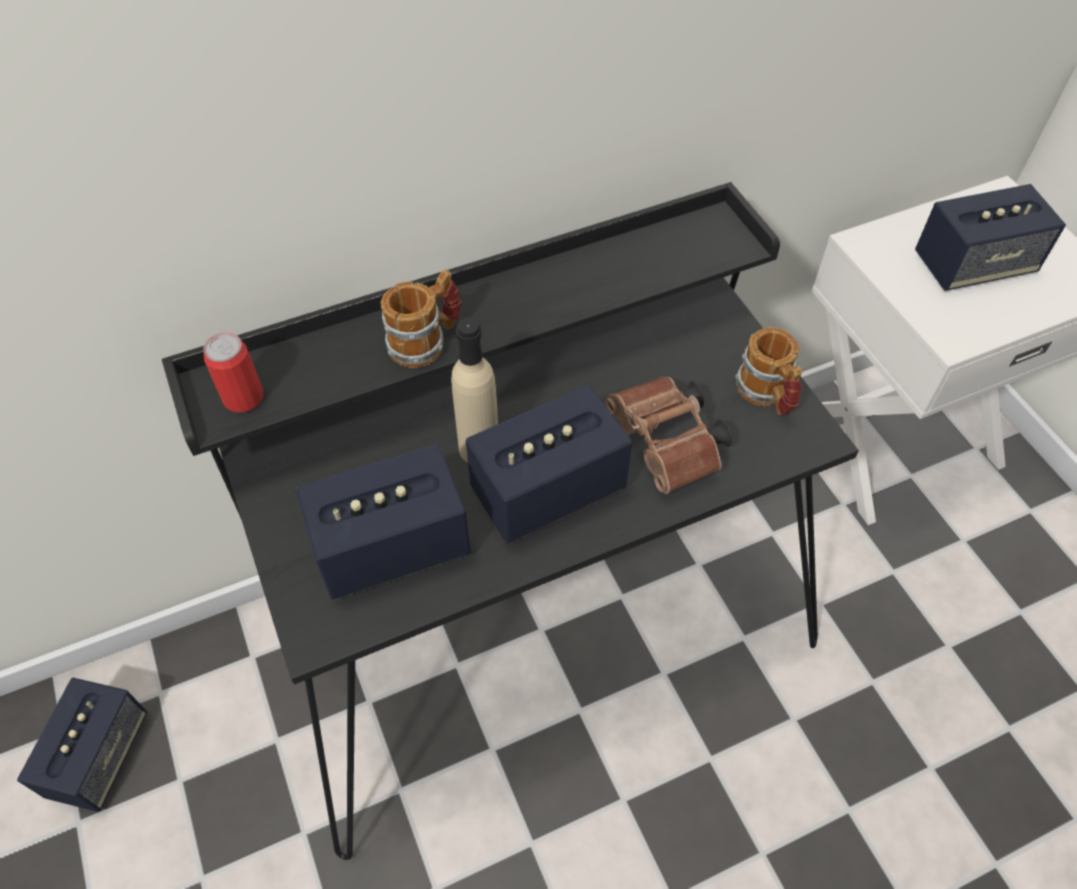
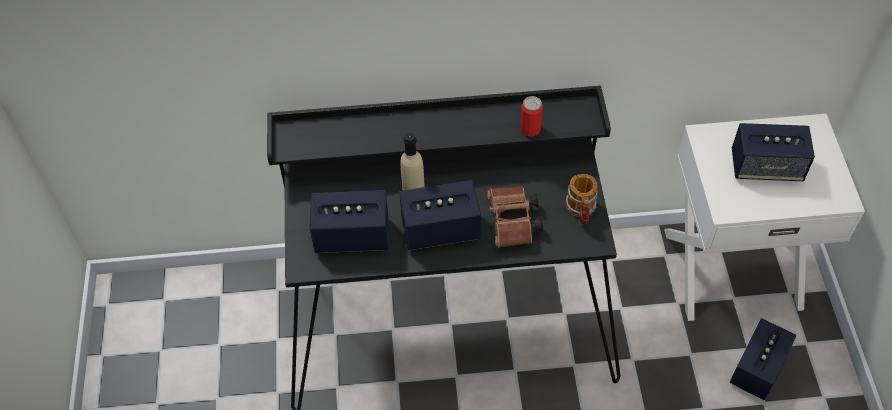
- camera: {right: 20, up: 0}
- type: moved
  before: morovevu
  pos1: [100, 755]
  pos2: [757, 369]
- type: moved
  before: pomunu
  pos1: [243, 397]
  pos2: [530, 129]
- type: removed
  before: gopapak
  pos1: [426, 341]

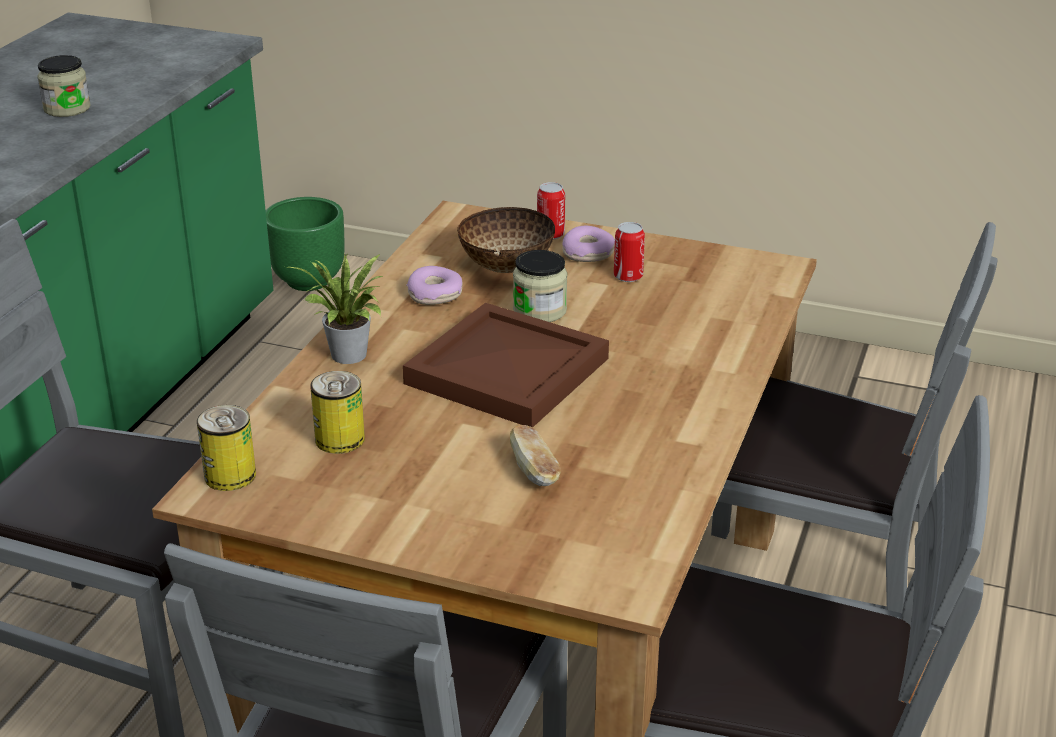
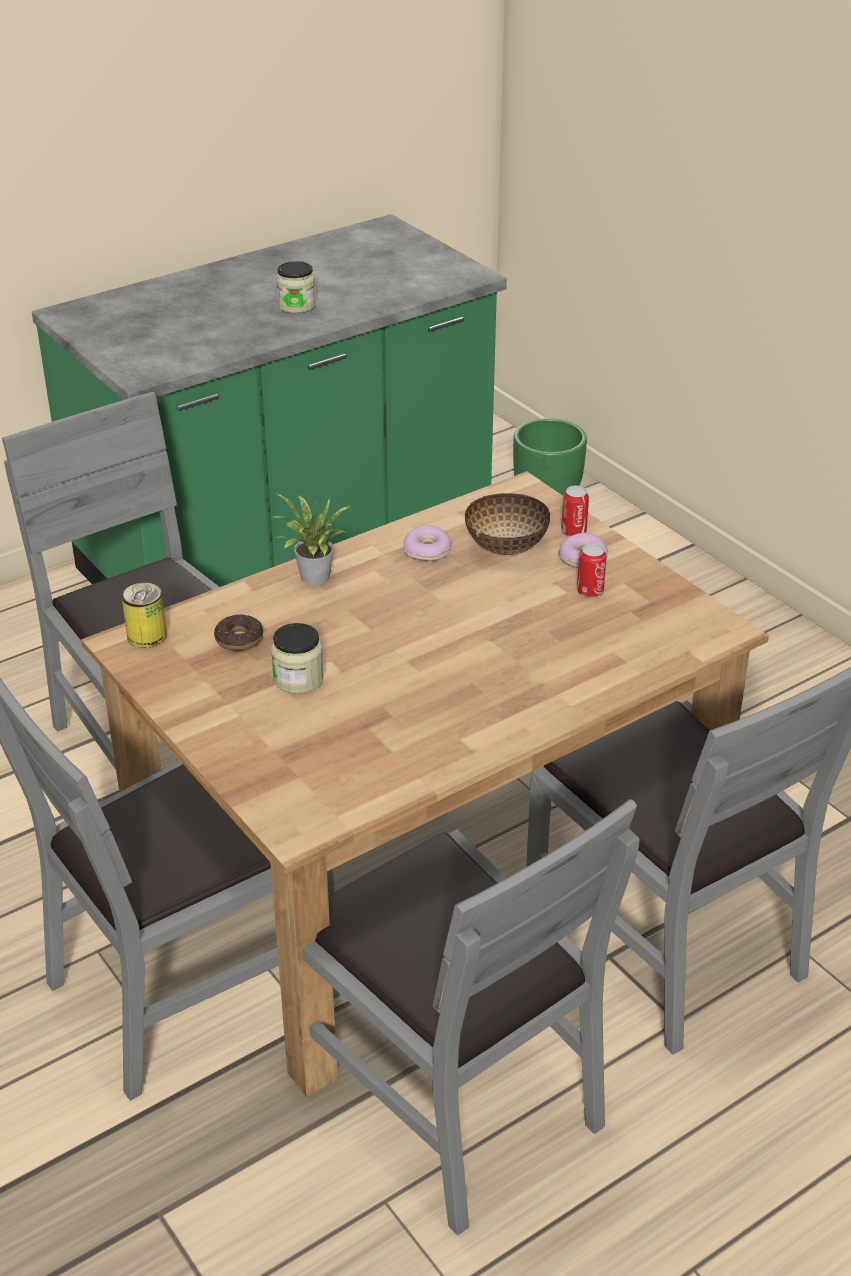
- camera: {right: 35, up: 5}
- type: replaced
  before: pomunu
  after: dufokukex
  pos1: [340, 439]
  pos2: [239, 639]
- type: removed
  before: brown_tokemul
  pos1: [504, 371]
- type: removed
  before: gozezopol
  pos1: [534, 470]
- type: moved
  before: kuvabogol
  pos1: [540, 311]
  pos2: [298, 679]

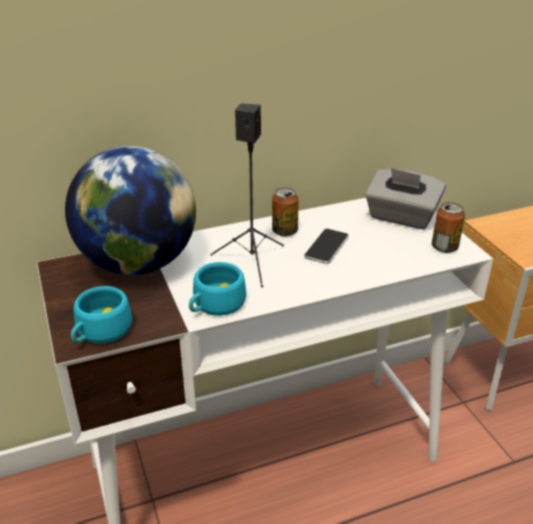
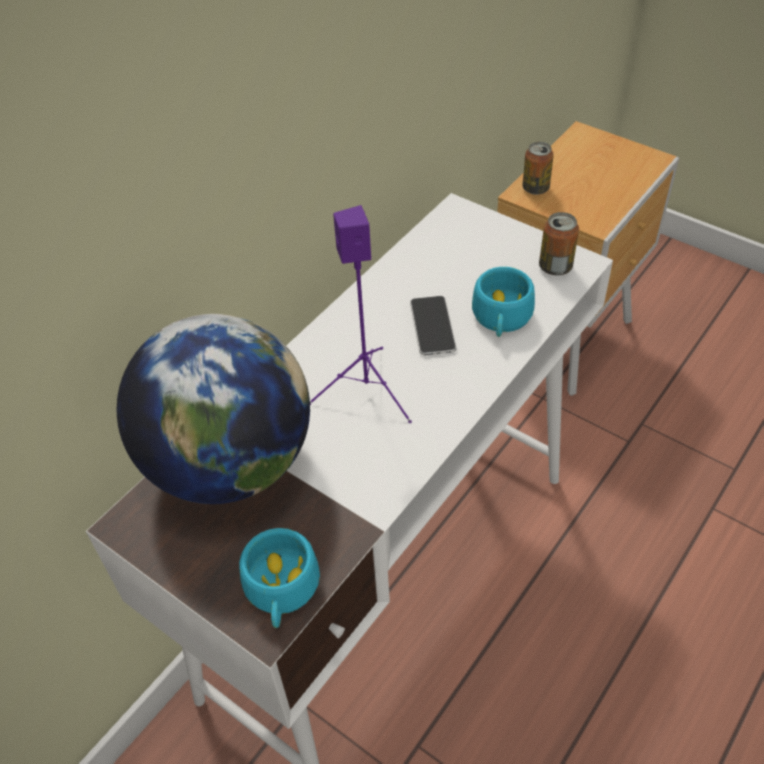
- camera: {right: -30, up: 15}
- type: moved
  before: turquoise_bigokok
  pos1: [215, 305]
  pos2: [501, 319]
- type: recoloured
  before: black_morovevu
  after: purple_morovevu
  pos1: [252, 261]
  pos2: [366, 389]
- type: moved
  before: pomunu
  pos1: [284, 231]
  pos2: [535, 188]
- type: removed
  before: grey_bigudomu
  pos1: [401, 217]

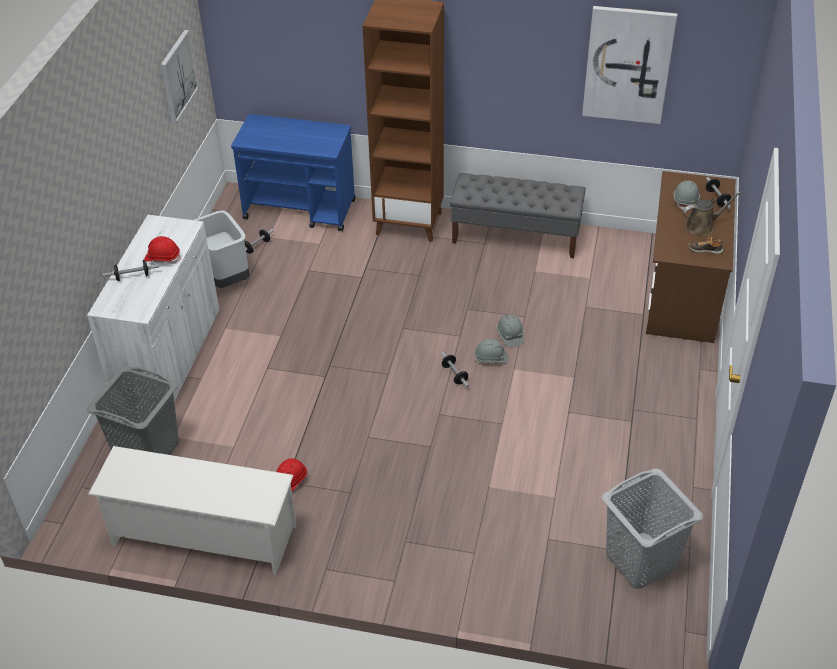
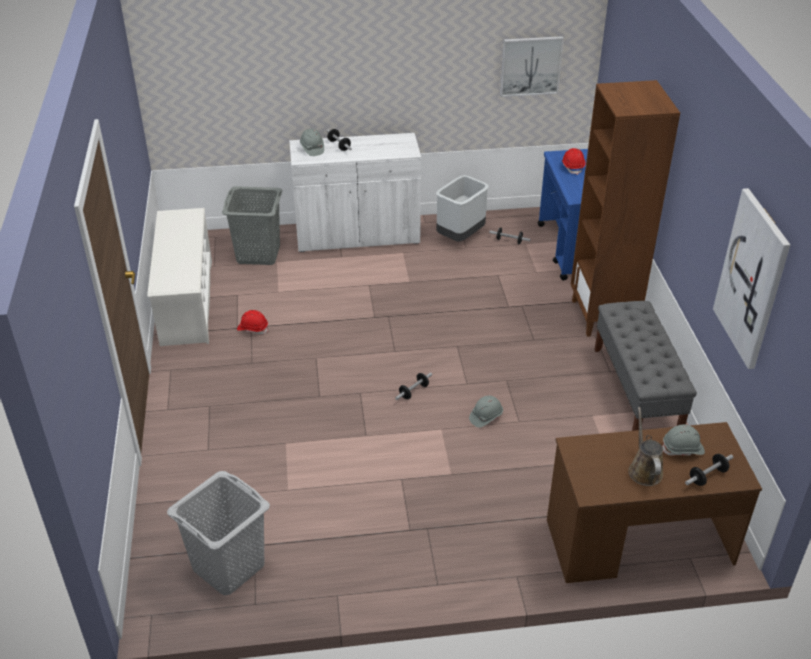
- camera: {right: 70, up: -5}
- type: moved
  before: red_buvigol
  pos1: [163, 258]
  pos2: [572, 167]
- type: moved
  before: grey_buvigol
  pos1: [491, 358]
  pos2: [312, 149]
- type: turned
  before: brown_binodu
  pos1: [702, 226]
  pos2: [644, 470]
  turn: -150
- type: removed
  before: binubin
  pos1: [705, 249]

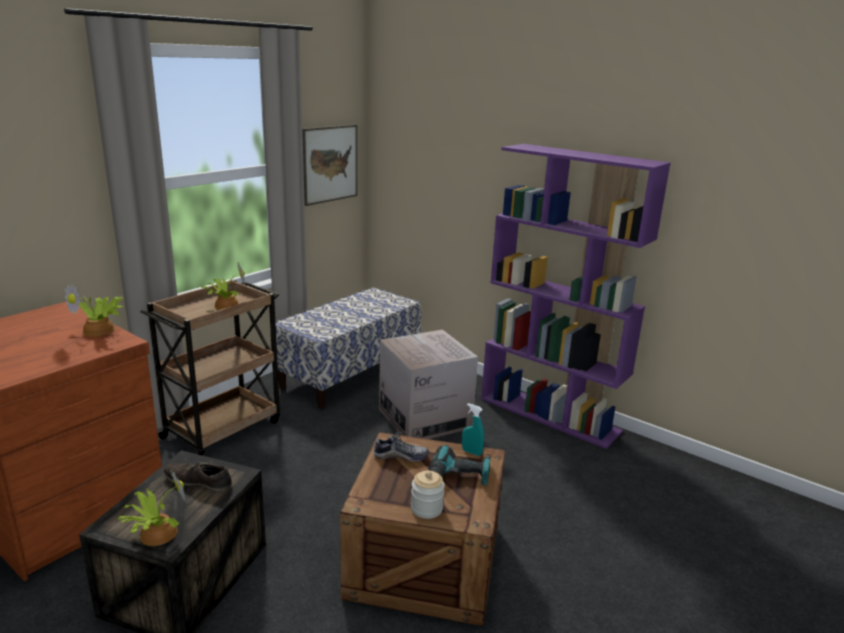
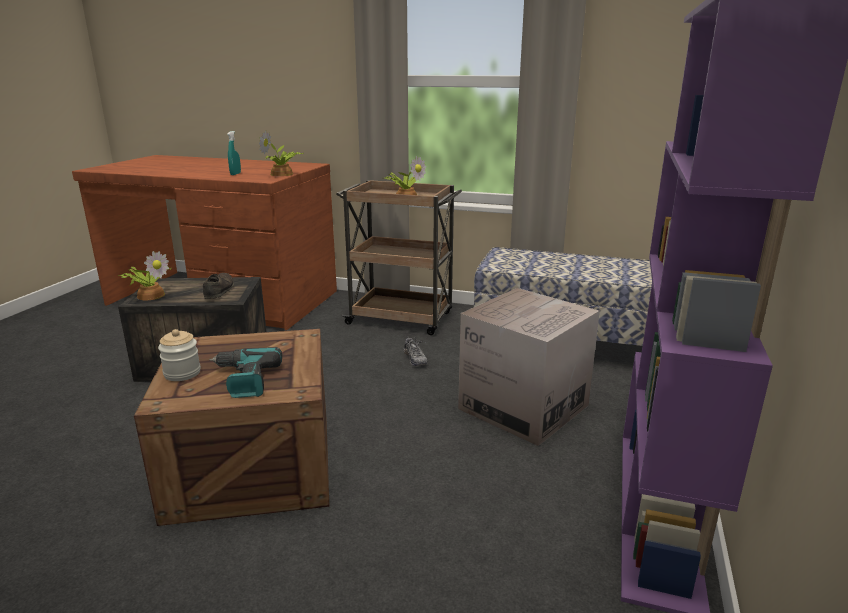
- camera: {right: 70, up: 0}
- type: removed
  before: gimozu
  pos1: [330, 164]
- type: moved
  before: binubin
  pos1: [400, 456]
  pos2: [415, 359]
- type: moved
  before: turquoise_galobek
  pos1: [471, 452]
  pos2: [235, 174]

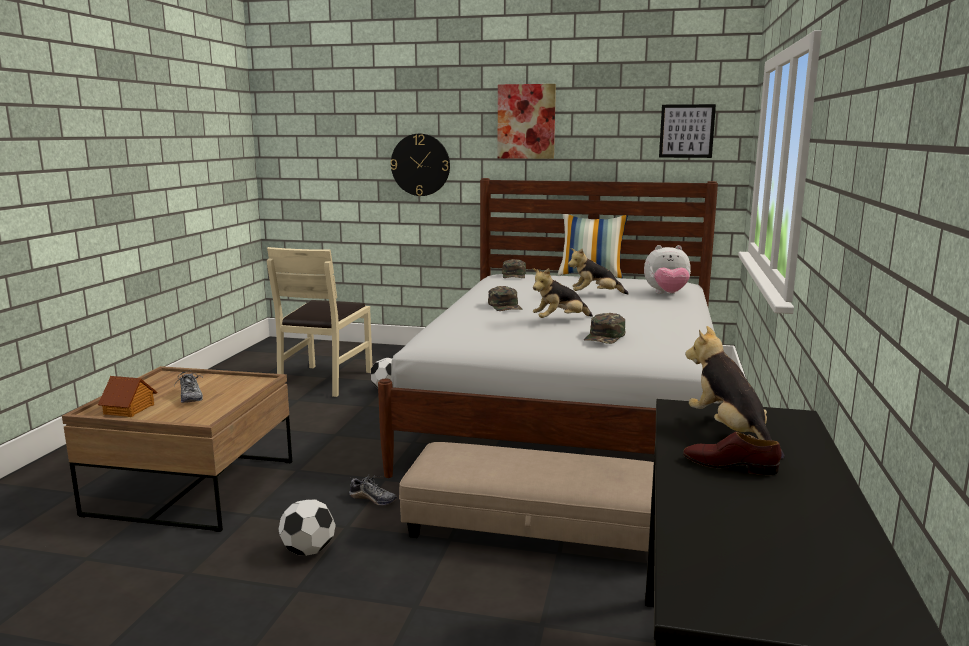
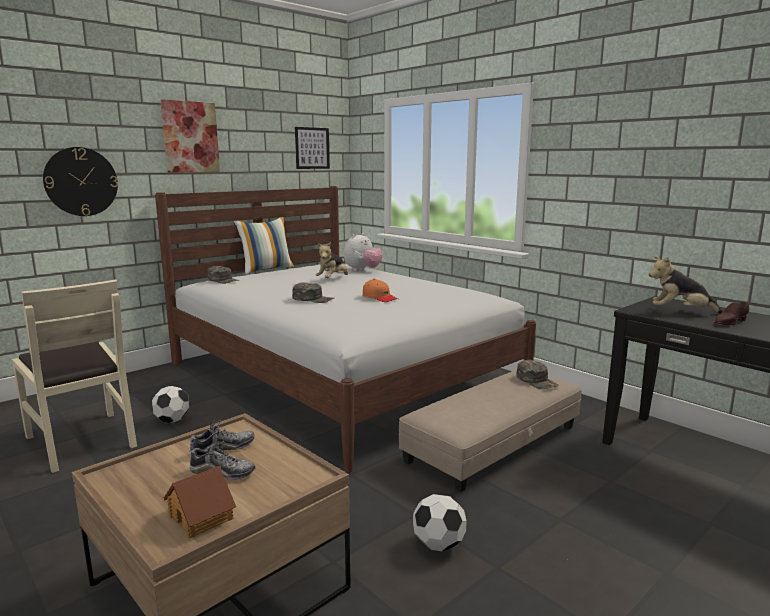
- camera: {right: -55, up: 0}
- type: moved
  before: binubin
  pos1: [373, 499]
  pos2: [222, 449]
- type: replaced
  before: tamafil
  after: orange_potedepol
  pos1: [559, 320]
  pos2: [380, 298]
- type: moved
  before: green_potedepol
  pos1: [605, 336]
  pos2: [536, 381]

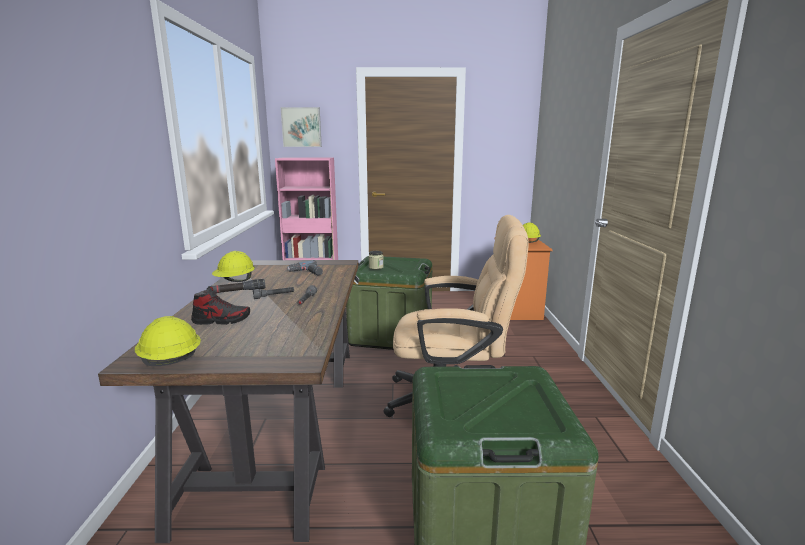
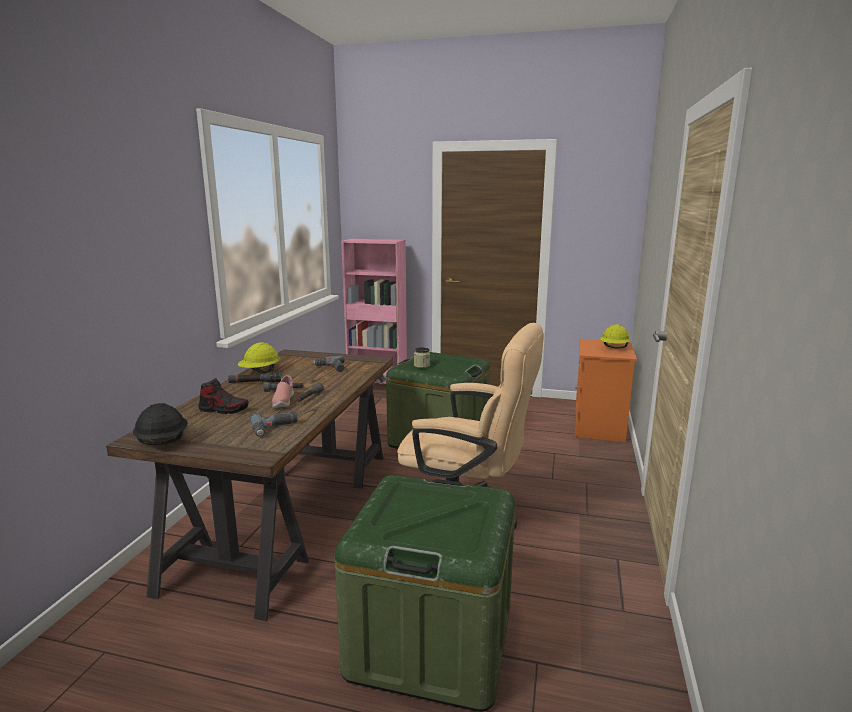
- camera: {right: 15, up: 0}
- type: recoloured
  before: yellow_buvigol
  after: black_buvigol
  pos1: [170, 361]
  pos2: [162, 442]
- type: removed
  before: gimozu
  pos1: [301, 127]
- type: added
  after: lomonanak
  pos2: [275, 428]
- type: added
  after: pink_binubin
  pos2: [283, 402]

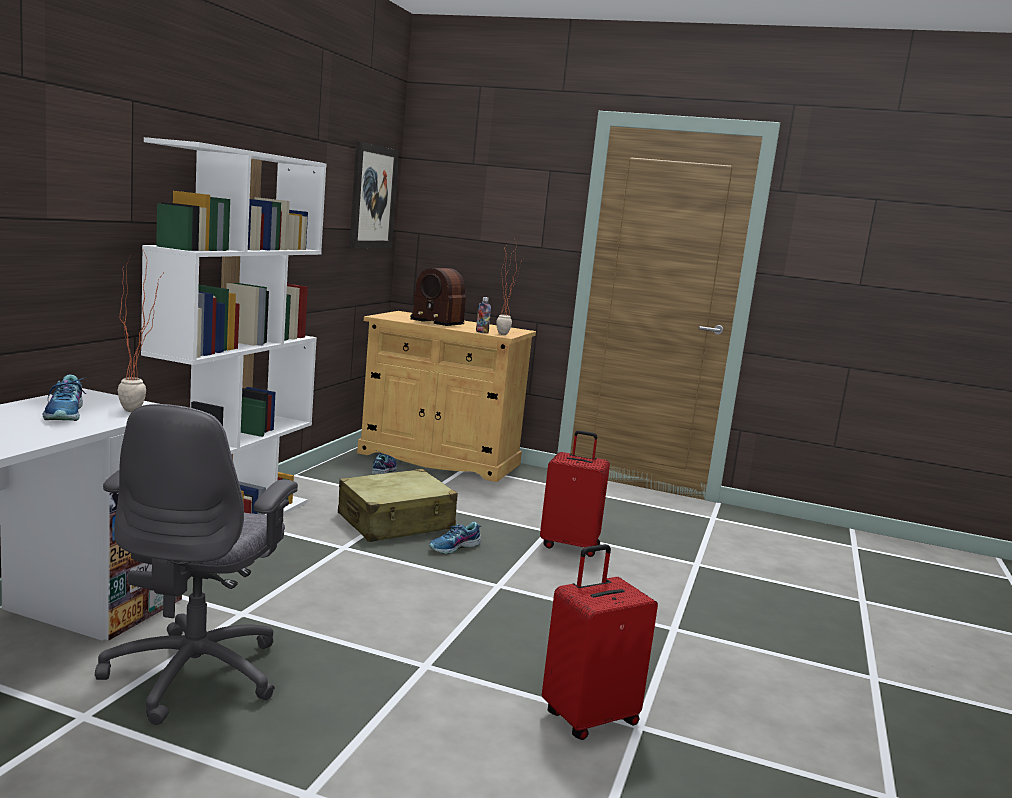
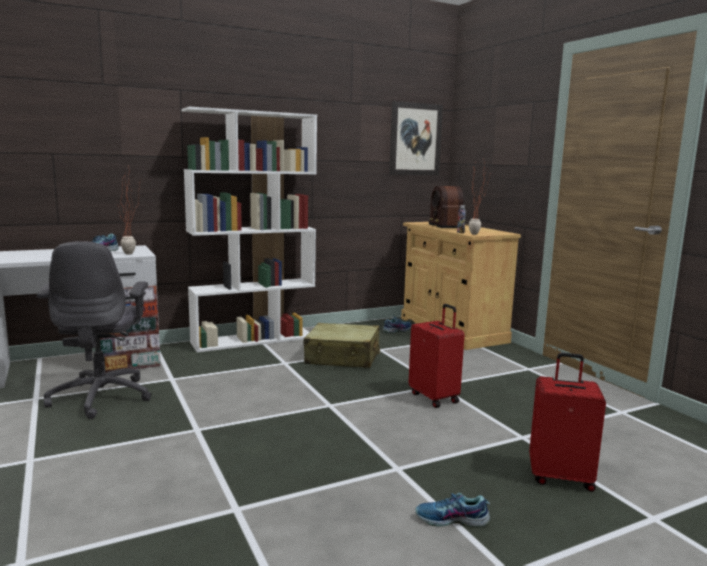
- camera: {right: 45, up: 0}
- type: turned
  before: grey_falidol
  pos1: [196, 673]
  pos2: [102, 397]
  turn: -60
- type: moved
  before: binubin
  pos1: [454, 547]
  pos2: [452, 520]
- type: moved
  before: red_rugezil
  pos1: [588, 717]
  pos2: [560, 477]

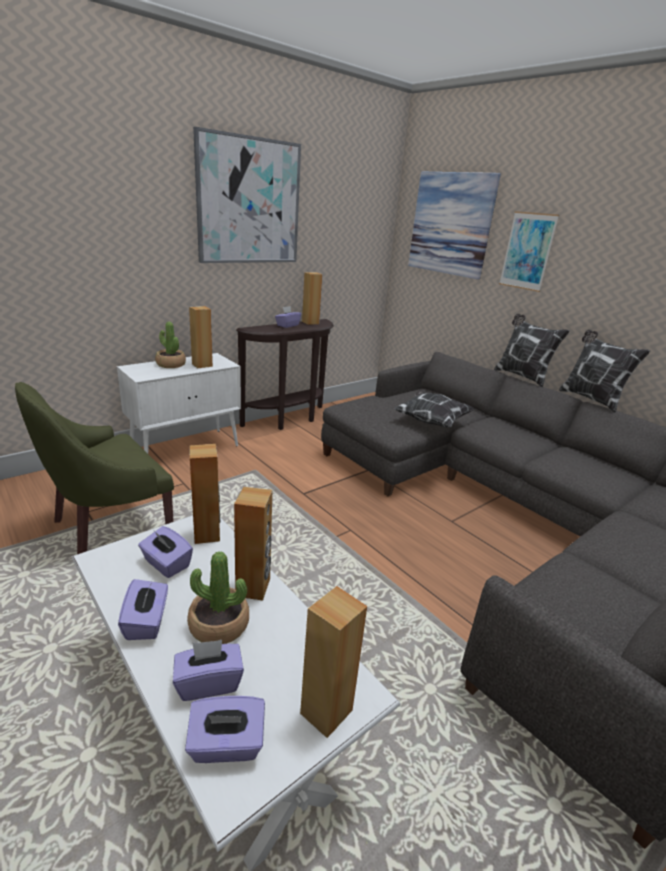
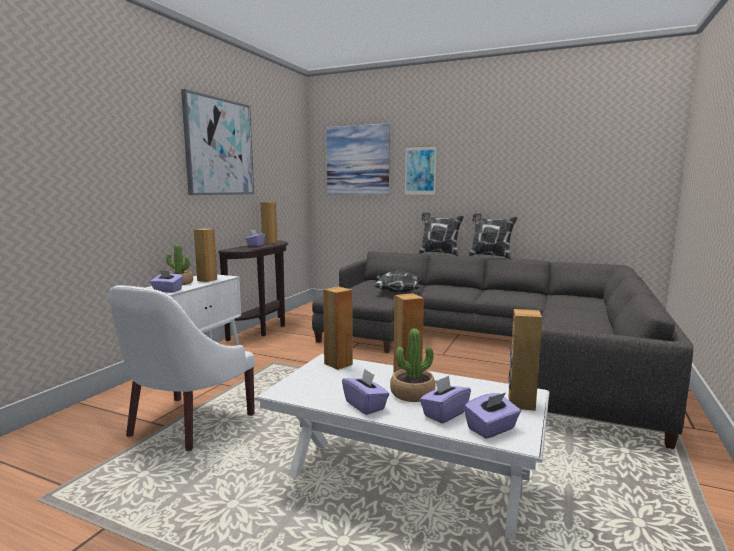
- camera: {right: -25, up: -15}
- type: recoloured
  before: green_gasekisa
  after: white_gasekisa
  pos1: [109, 526]
  pos2: [186, 424]
- type: moved
  before: purple_bigudomu
  pos1: [166, 564]
  pos2: [167, 290]

